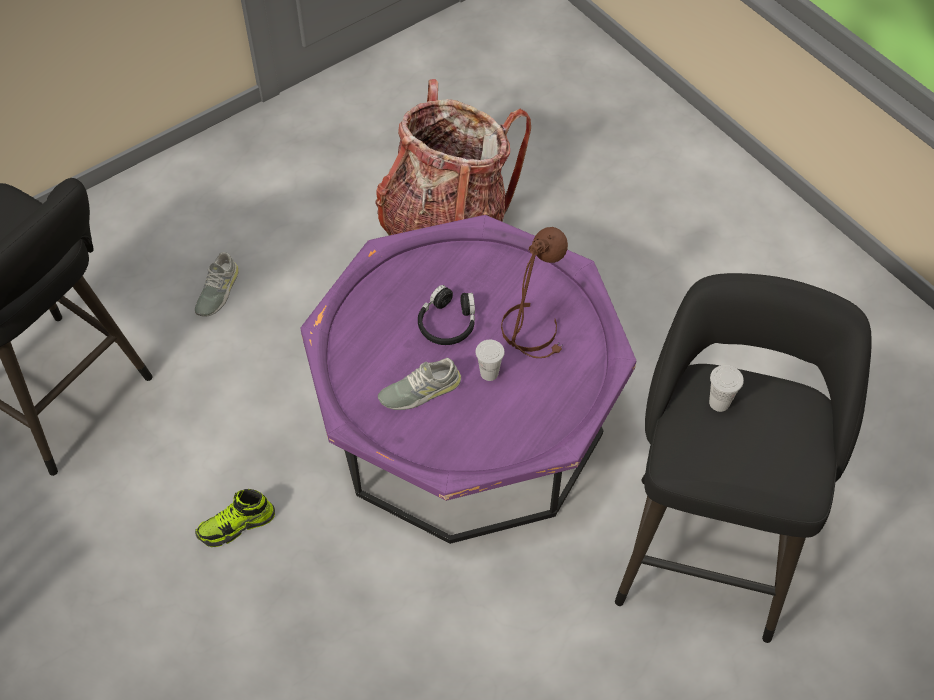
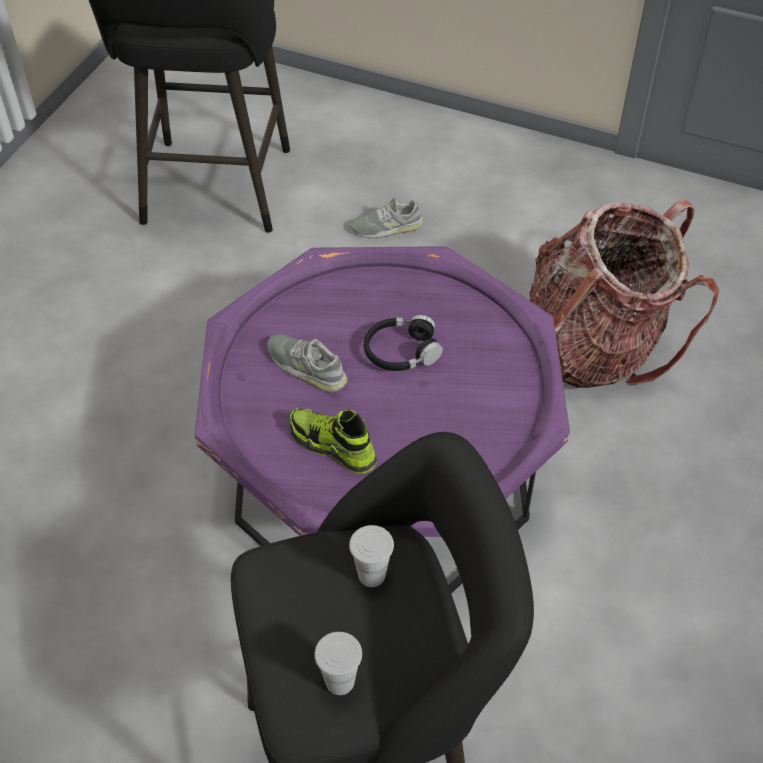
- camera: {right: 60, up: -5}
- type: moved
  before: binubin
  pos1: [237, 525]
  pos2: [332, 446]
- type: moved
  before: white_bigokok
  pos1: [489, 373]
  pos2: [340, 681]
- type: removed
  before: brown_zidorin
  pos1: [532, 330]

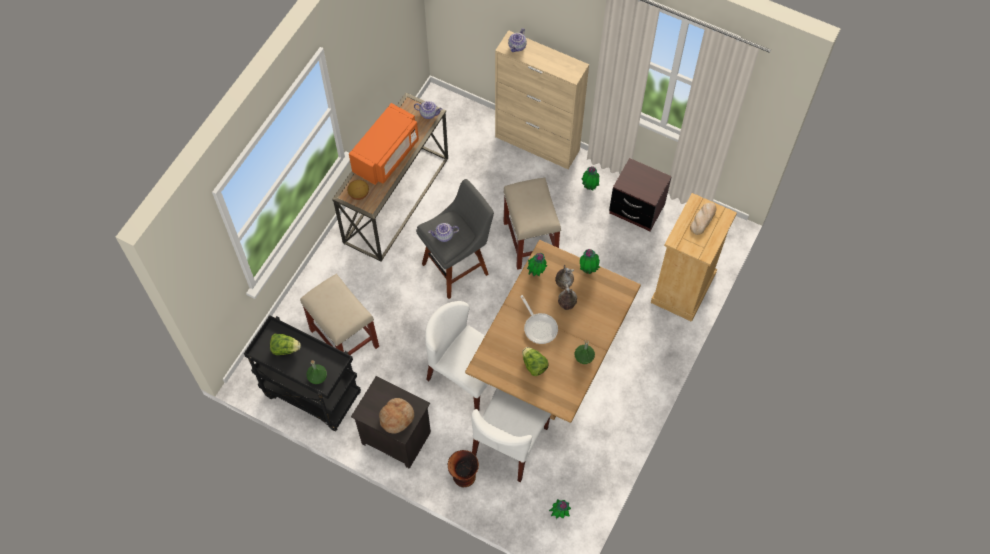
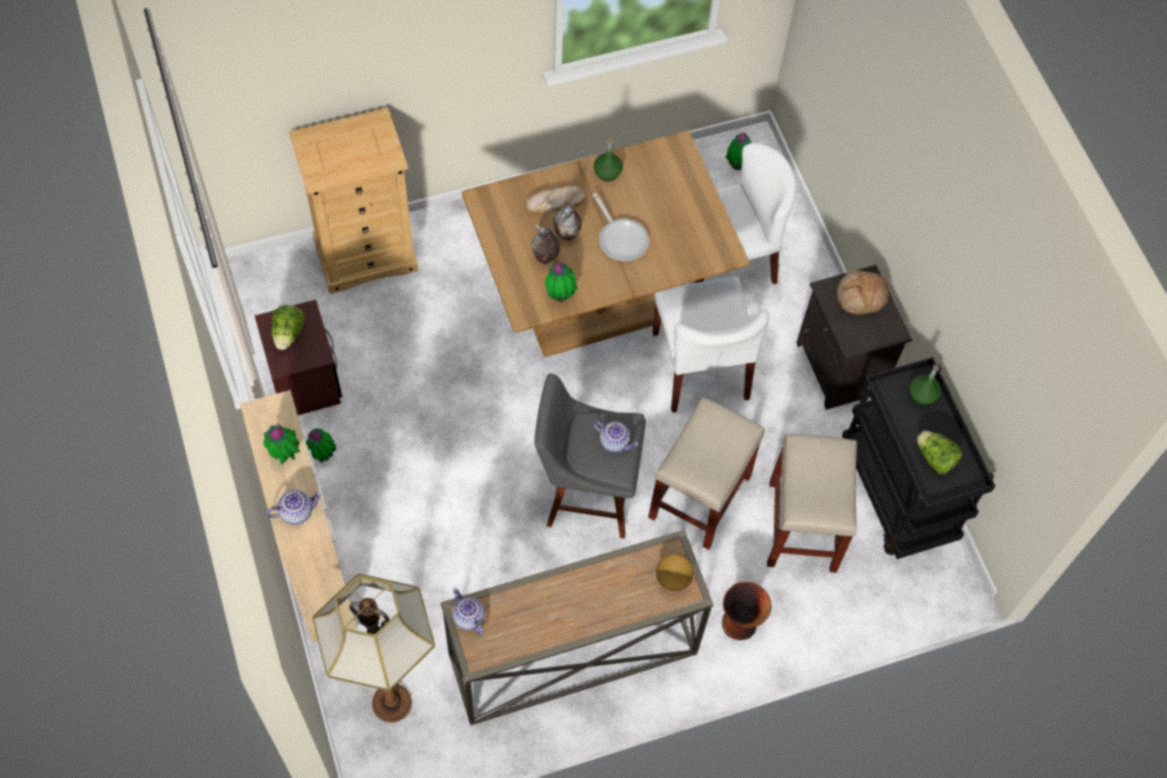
- camera: {right: -140, up: 0}
- type: removed
  before: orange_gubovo
  pos1: [387, 155]
- type: moved
  before: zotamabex
  pos1: [463, 477]
  pos2: [740, 623]
- type: moved
  before: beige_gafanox
  pos1: [529, 240]
  pos2: [699, 498]
- type: turned
  before: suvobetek
  pos1: [539, 327]
  pos2: [621, 238]
  turn: 135
- type: moved
  before: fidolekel
  pos1: [534, 365]
  pos2: [288, 334]
- type: moved
  before: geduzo
  pos1: [588, 269]
  pos2: [284, 455]
- type: moved
  before: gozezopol
  pos1: [703, 219]
  pos2: [555, 202]
- type: added
  after: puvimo
  pos2: [391, 704]

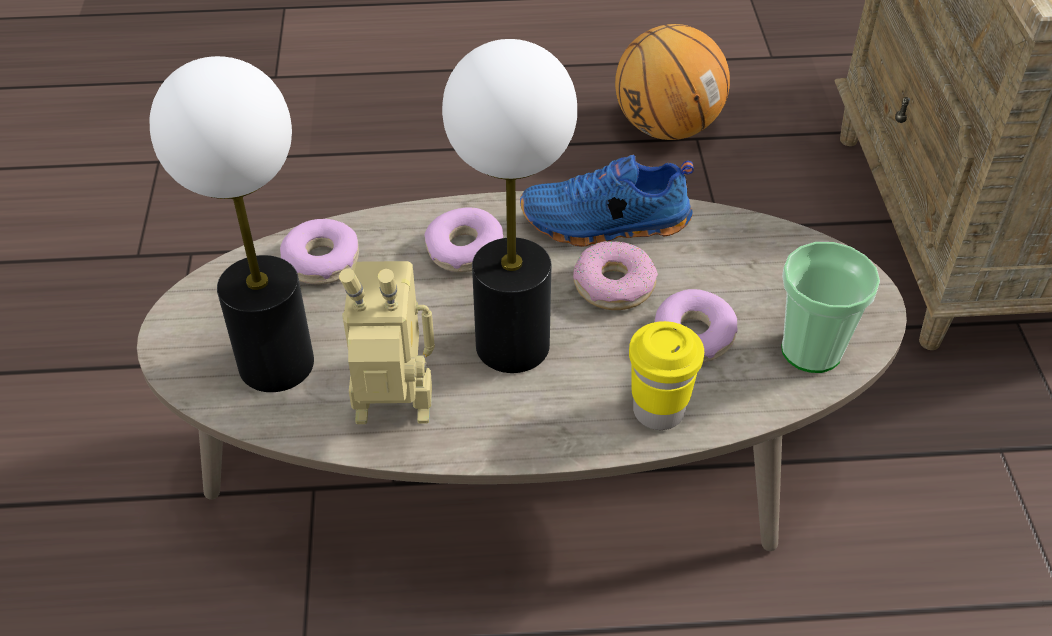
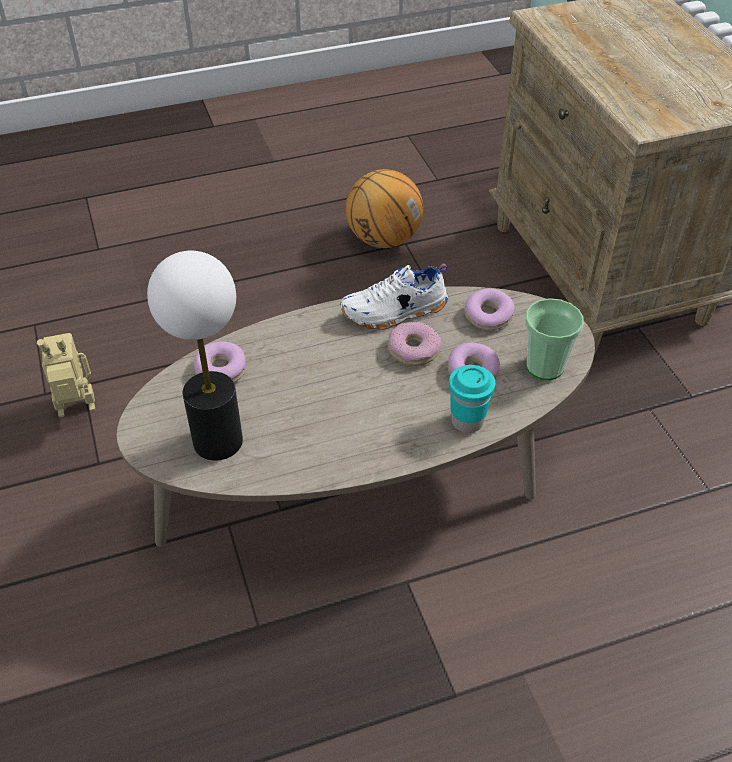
- camera: {right: -15, up: 0}
- type: moved
  before: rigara
  pos1: [392, 418]
  pos2: [77, 411]
- type: moved
  before: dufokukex
  pos1: [464, 250]
  pos2: [488, 316]
- type: removed
  before: zidorin
  pos1: [513, 346]
- type: recoloured
  before: blue_binubin
  after: white_binubin
  pos1: [605, 224]
  pos2: [395, 312]
- type: recoloured
  before: yellow_bigokok
  after: turquoise_bigokok
  pos1: [658, 411]
  pos2: [467, 421]

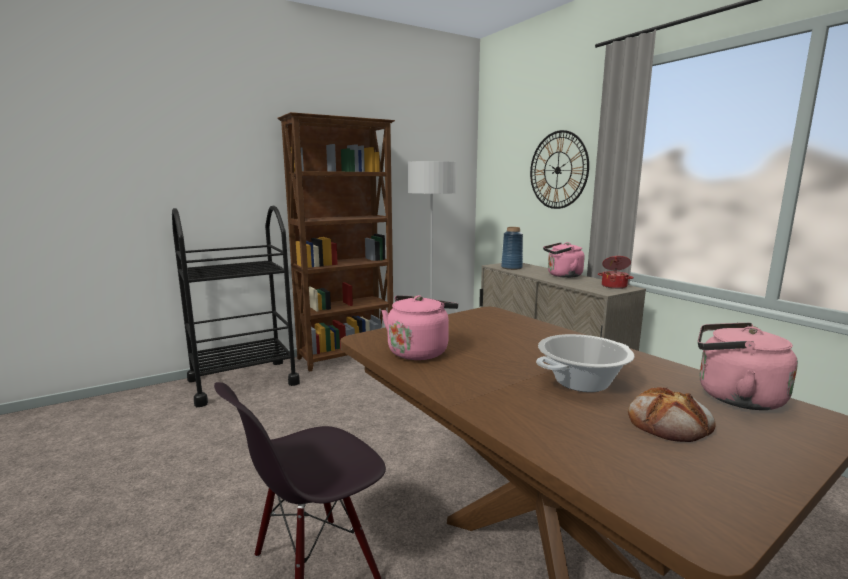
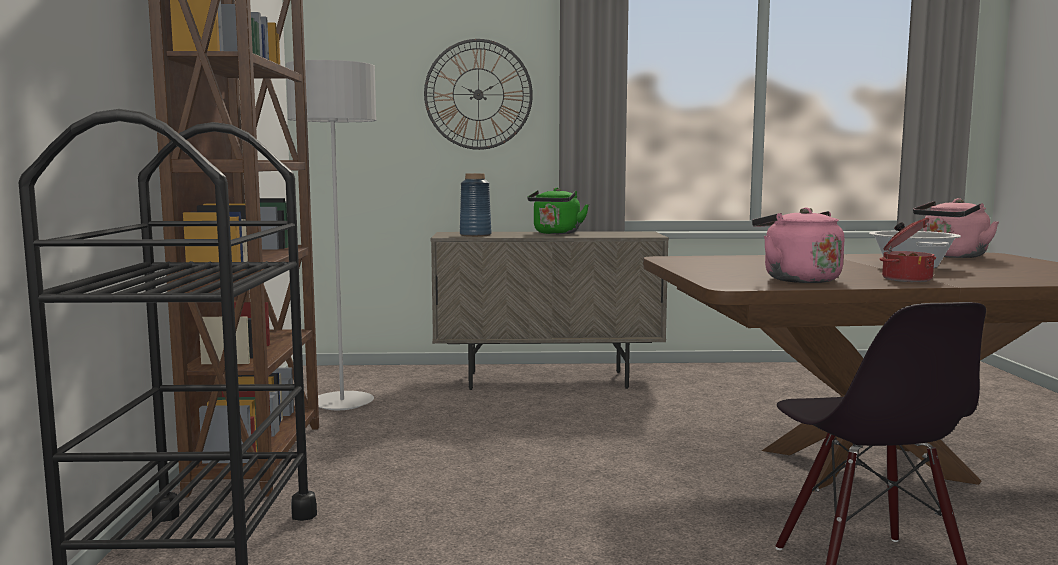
- camera: {right: -60, up: -5}
- type: recoloured
  before: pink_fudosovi
  after: green_fudosovi
  pos1: [562, 275]
  pos2: [556, 233]
- type: moved
  before: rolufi
  pos1: [614, 286]
  pos2: [905, 279]
- type: removed
  before: gozezopol
  pos1: [669, 422]

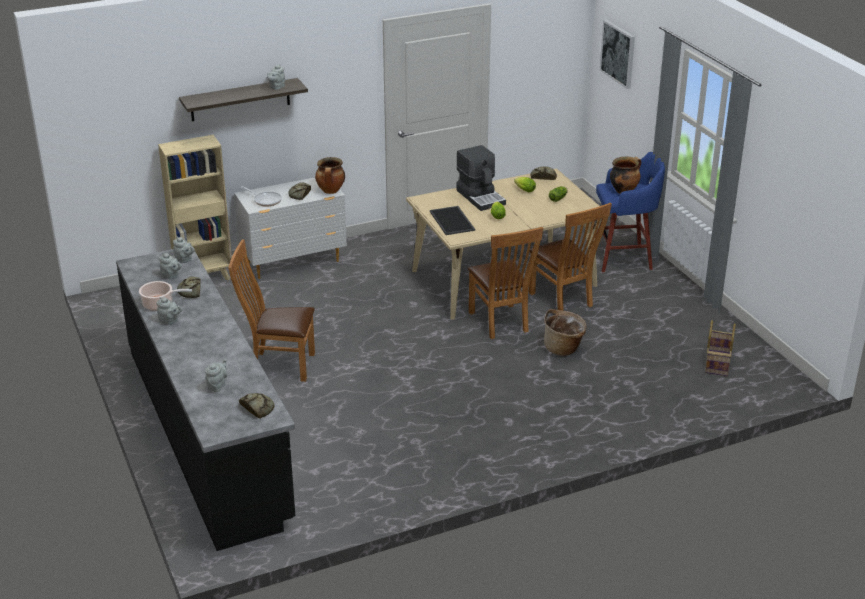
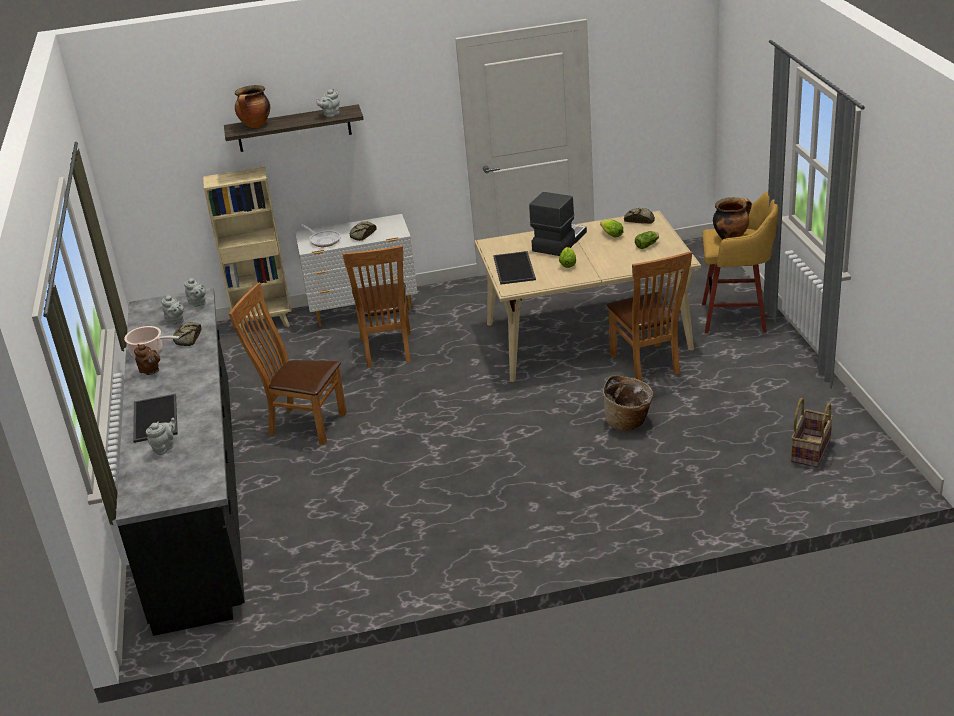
- camera: {right: 15, up: 0}
- type: recoloured
  before: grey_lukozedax
  after: brown_lukozedax
  pos1: [170, 321]
  pos2: [150, 371]
- type: removed
  before: gozezopol
  pos1: [257, 408]
- type: moved
  before: rolufi
  pos1: [331, 191]
  pos2: [255, 125]
- type: turned
  before: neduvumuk
  pos1: [481, 197]
  pos2: [558, 241]
  turn: -135
- type: moved
  before: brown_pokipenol
  pos1: [501, 323]
  pos2: [387, 351]
- type: recoloured
  before: blue_gafanox
  after: yellow_gafanox
  pos1: [624, 258]
  pos2: [736, 318]
- type: removed
  before: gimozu
  pos1: [618, 53]
- type: added
  after: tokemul
  pos2: [154, 418]

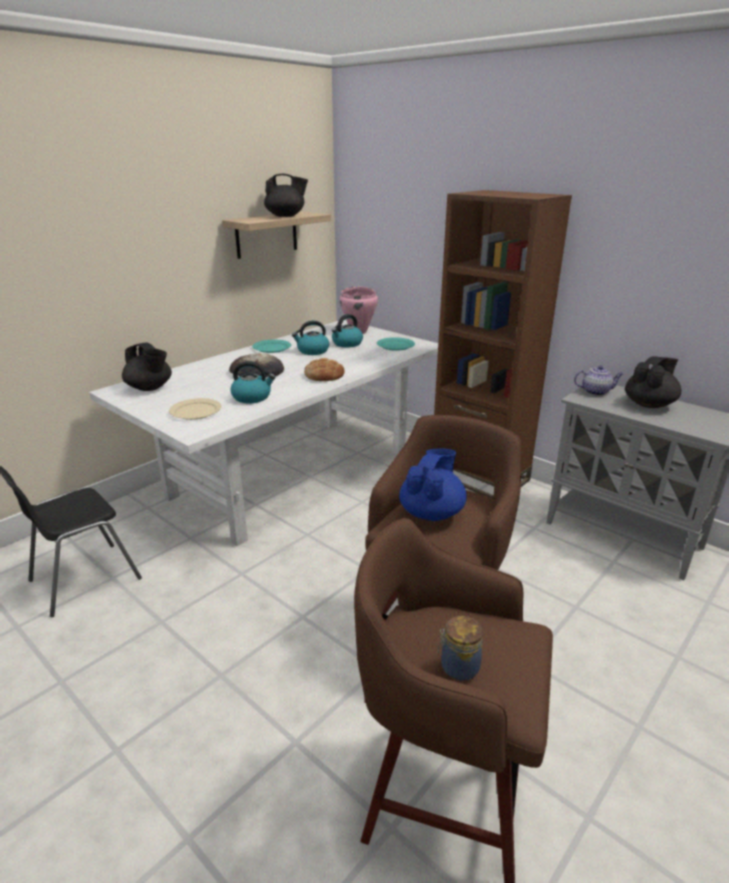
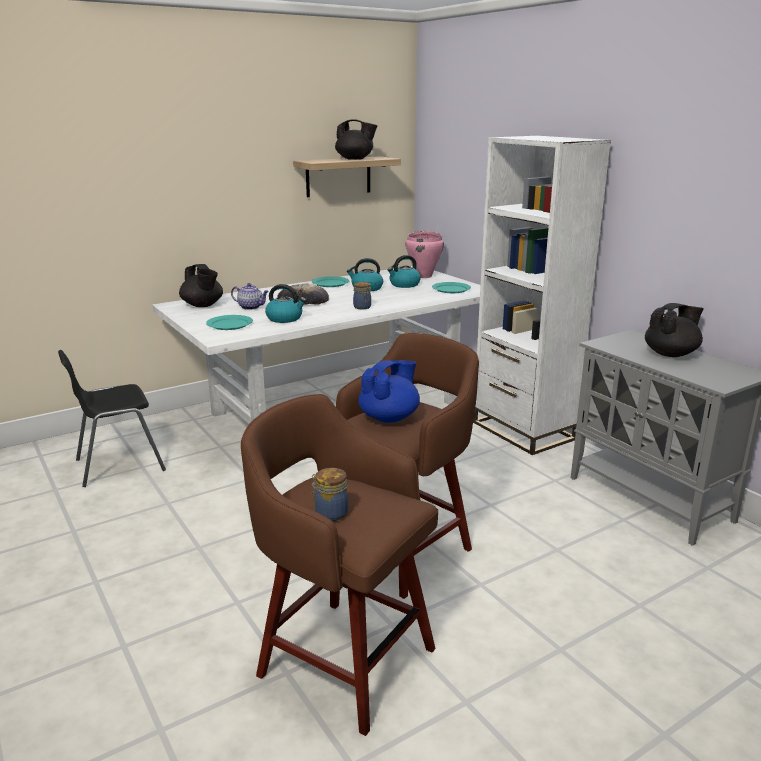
- camera: {right: 15, up: -5}
- type: recoloured
  before: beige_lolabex
  after: turquoise_lolabex
  pos1: [195, 411]
  pos2: [229, 324]
- type: replaced
  before: gozezopol
  after: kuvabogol
  pos1: [324, 375]
  pos2: [362, 307]
- type: recoloured
  before: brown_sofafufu
  after: white_sofafufu
  pos1: [479, 477]
  pos2: [523, 431]
- type: moved
  before: lukozedax
  pos1: [596, 392]
  pos2: [251, 307]

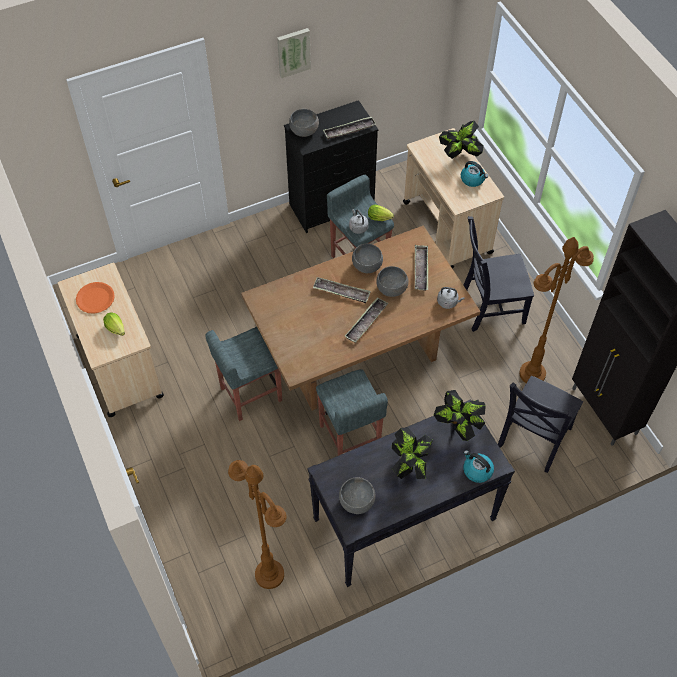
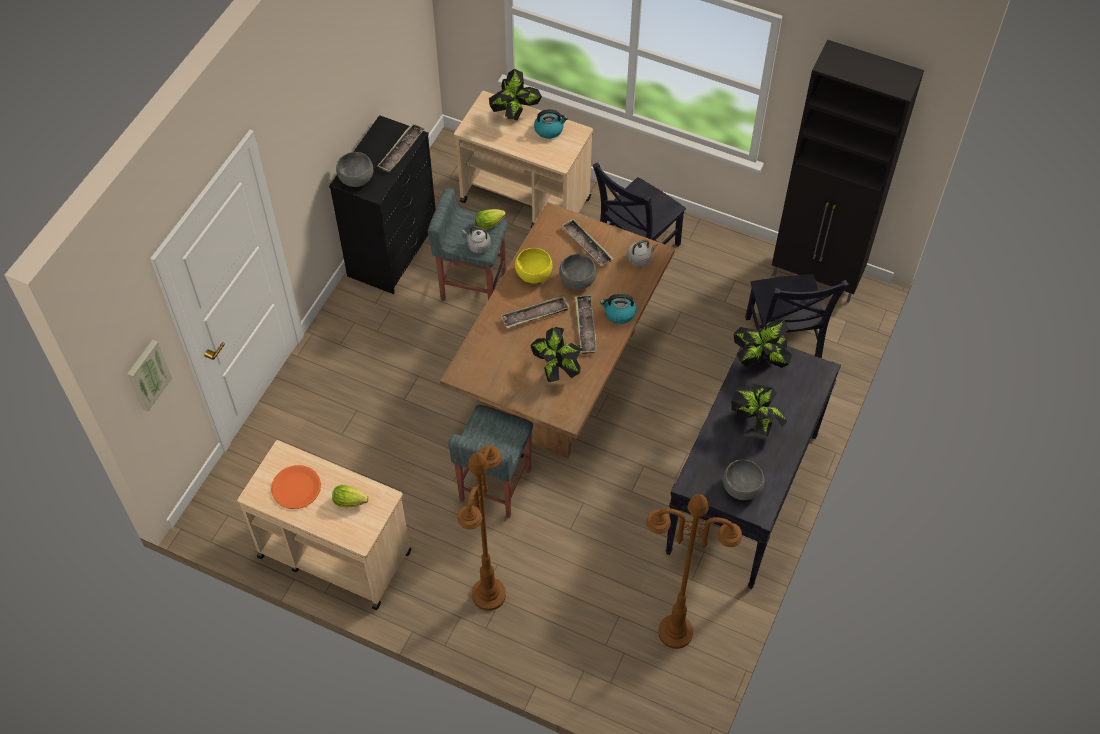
- camera: {right: -40, up: 0}
- type: moved
  before: gimozu
  pos1: [293, 52]
  pos2: [147, 374]
- type: removed
  before: grey_gafanox
  pos1: [349, 437]
- type: recoloured
  before: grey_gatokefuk
  after: yellow_gatokefuk
  pos1: [367, 265]
  pos2: [533, 274]
- type: moved
  before: fudosovi
  pos1: [477, 470]
  pos2: [619, 313]
- type: moved
  before: brown_puvimo
  pos1: [532, 373]
  pos2: [488, 594]
- type: added
  after: geduzo
  pos2: [556, 369]

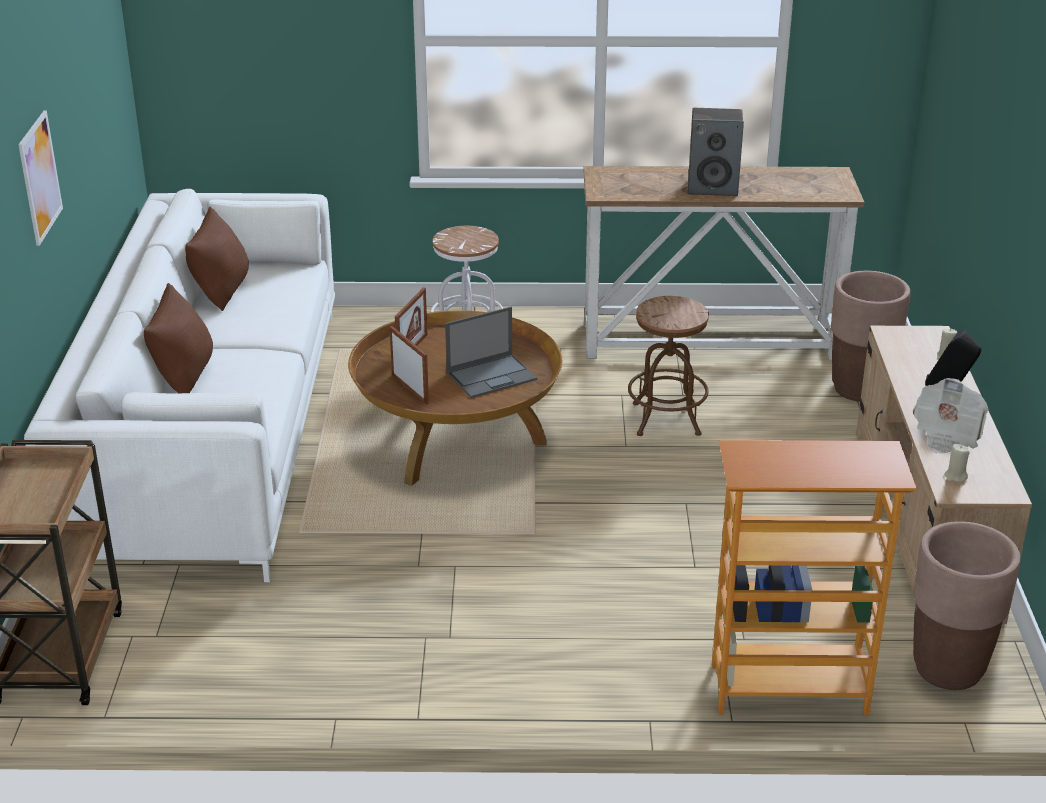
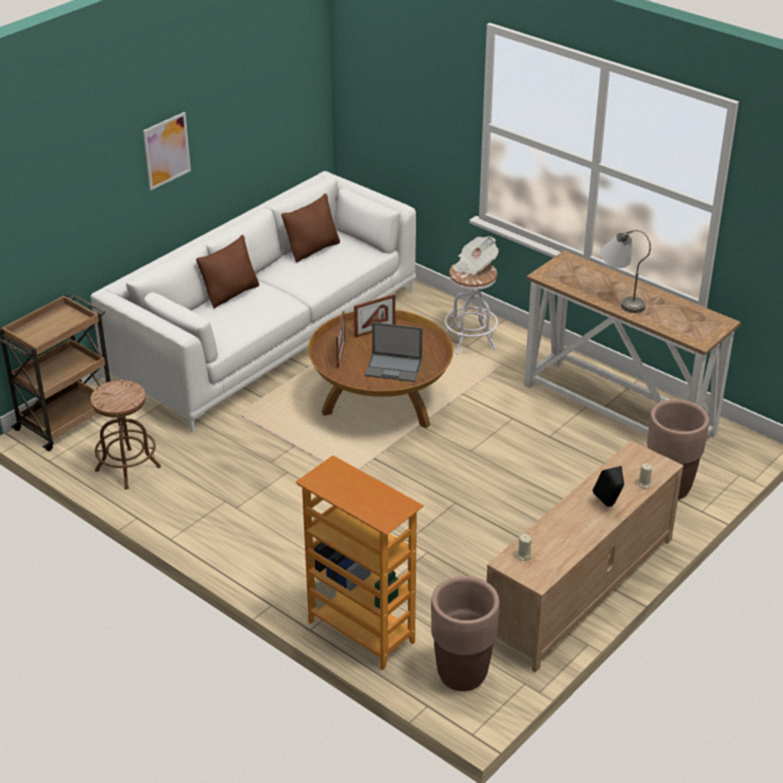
- camera: {right: 40, up: 5}
- type: moved
  before: brown_gafanox
  pos1: [666, 419]
  pos2: [128, 468]
- type: replaced
  before: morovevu
  after: grey_zidorin
  pos1: [713, 188]
  pos2: [620, 299]
- type: moved
  before: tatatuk
  pos1: [946, 434]
  pos2: [475, 266]

